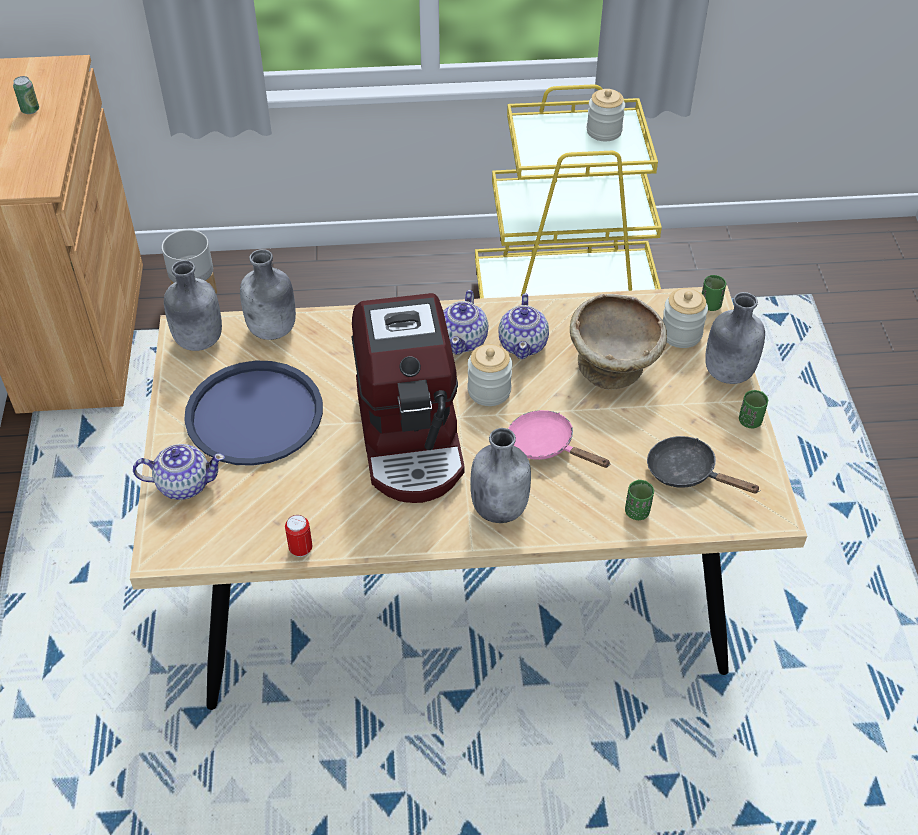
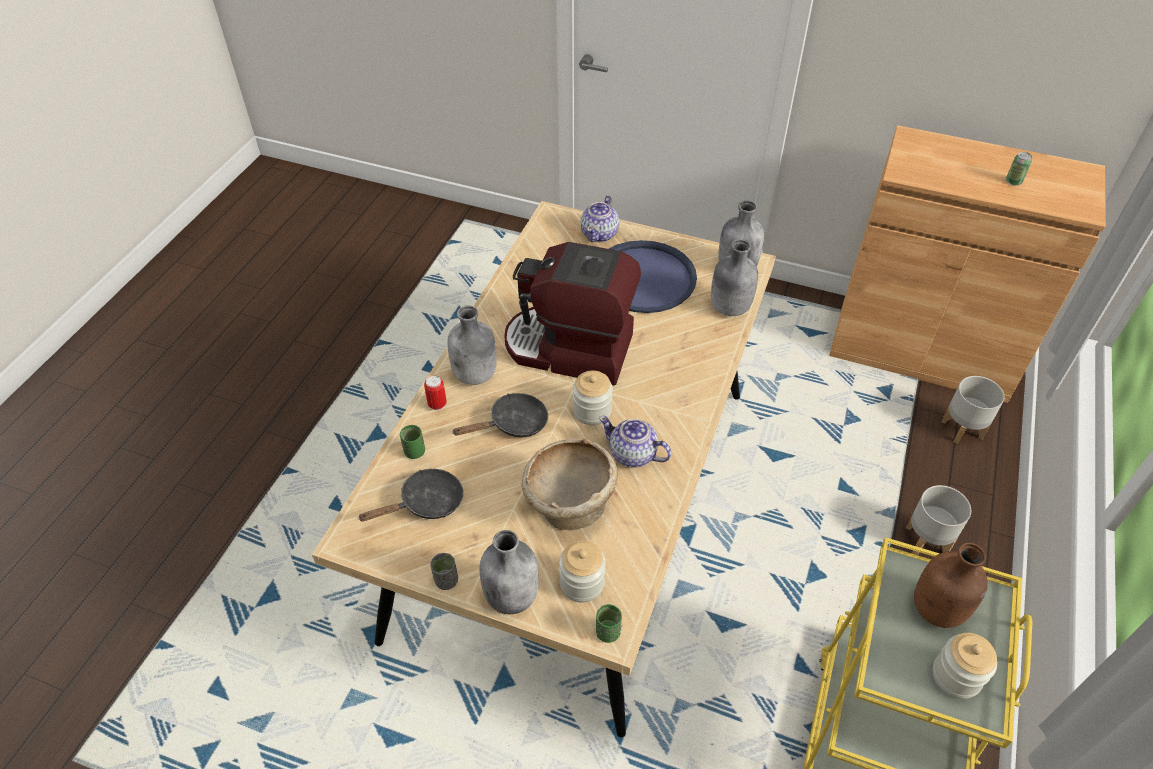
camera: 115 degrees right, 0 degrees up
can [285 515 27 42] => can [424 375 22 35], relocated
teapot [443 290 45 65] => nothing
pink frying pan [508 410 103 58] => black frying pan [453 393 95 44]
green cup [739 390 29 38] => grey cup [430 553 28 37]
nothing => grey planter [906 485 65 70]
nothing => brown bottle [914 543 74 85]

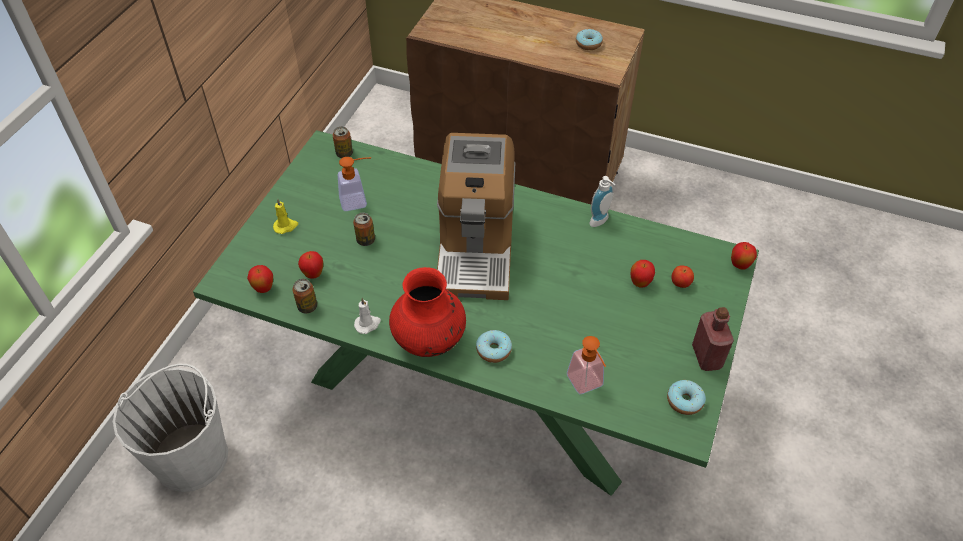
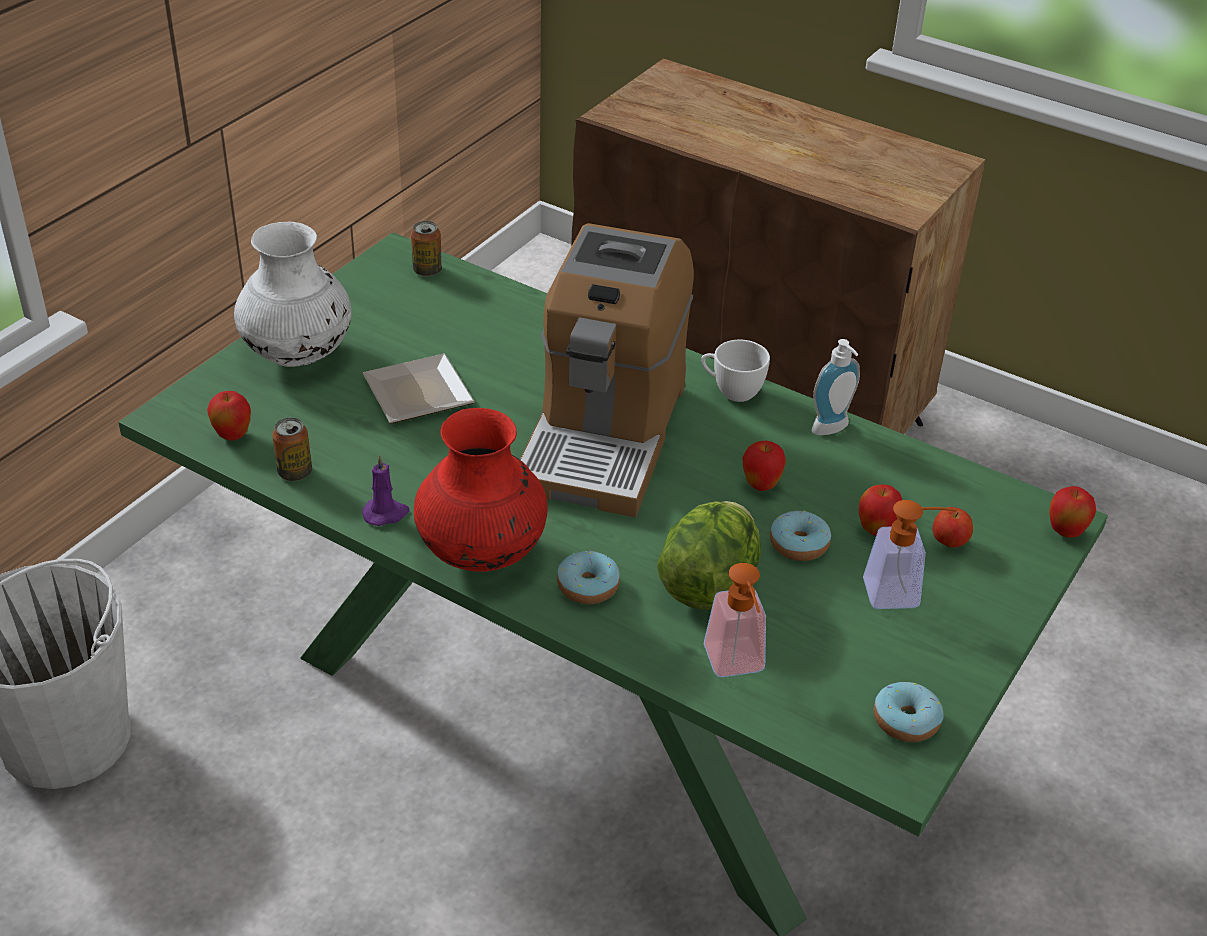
camera: 10 degrees right, 10 degrees down
yellow candle [273 199 25 35] => white vase [234 222 117 145]
apple [298 251 25 28] => apple [742 441 44 50], relocated
soap dispenser [338 157 33 54] => soap dispenser [863 500 95 109], relocated
can [353 213 22 33] => plate [363 353 112 70]
white candle [354 298 27 36] => purple candle [362 455 48 71]
donut [576 29 27 21] => donut [770 510 61 51], relocated
red bottle [692 307 42 64] => nothing
nothing => lettuce [657 501 104 109]
nothing => white cup [701 340 69 62]

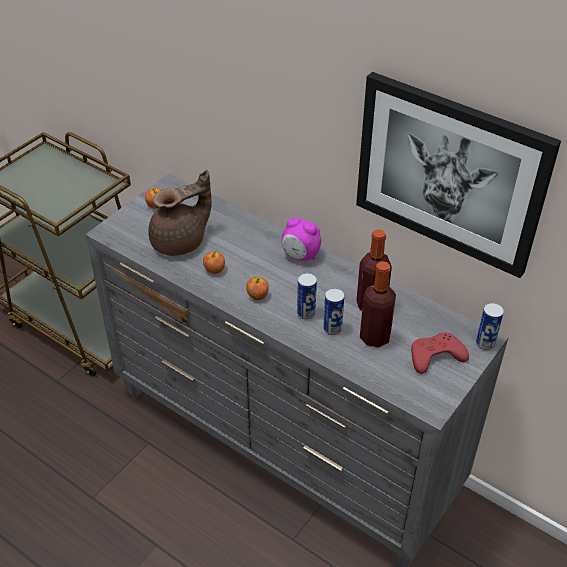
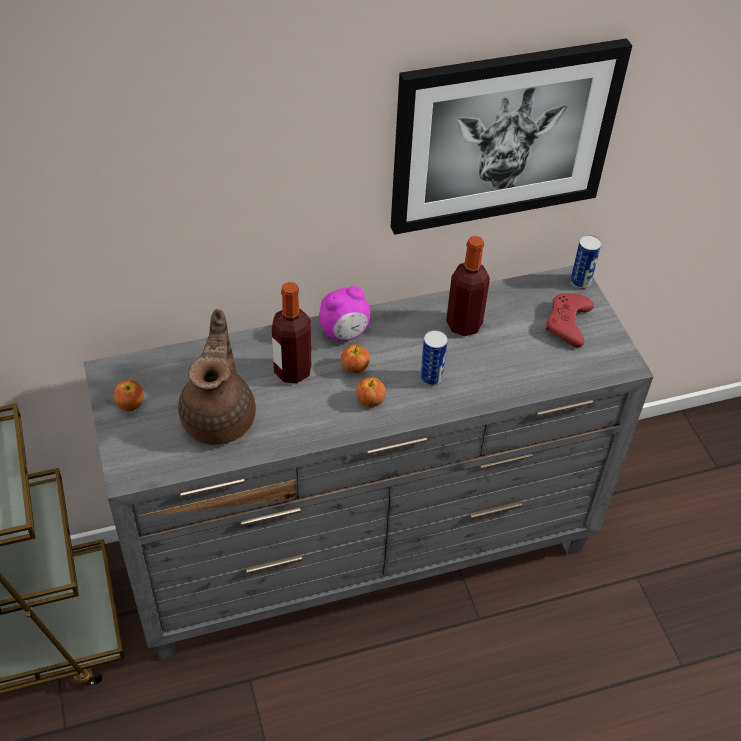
camera: 55 degrees left, 5 degrees up
apple [203 251 22 23] => apple [341 344 29 30], relocated
can [323 288 21 47] => nothing
bottle [360 261 36 87] => bottle [272 282 39 101], relocated

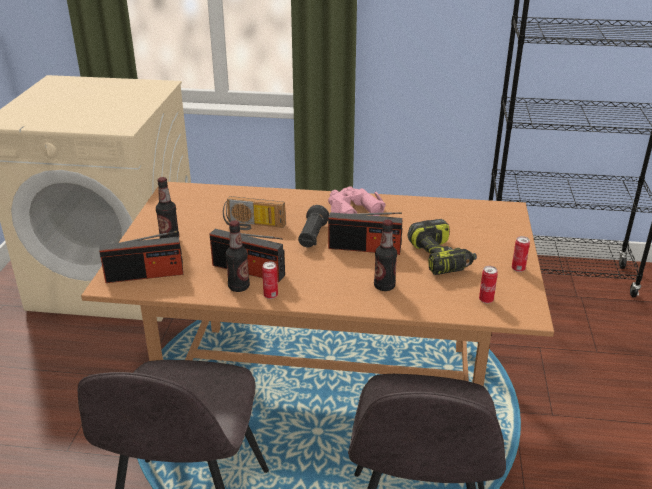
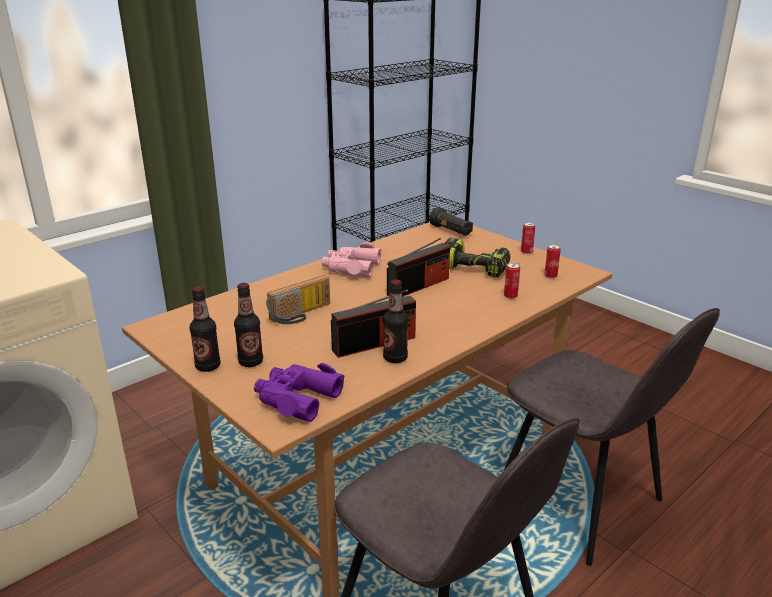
camera: 50 degrees left, 5 degrees down
radio [99 231 84 52] => purple binoculars [254 363 90 59]
can [262 262 16 37] => can [504 262 16 37], relocated
black flashlight [298 205 31 42] => black flashlight [429 207 44 29], relocated
bottle [374 220 23 71] => bottle [189 287 32 85], relocated

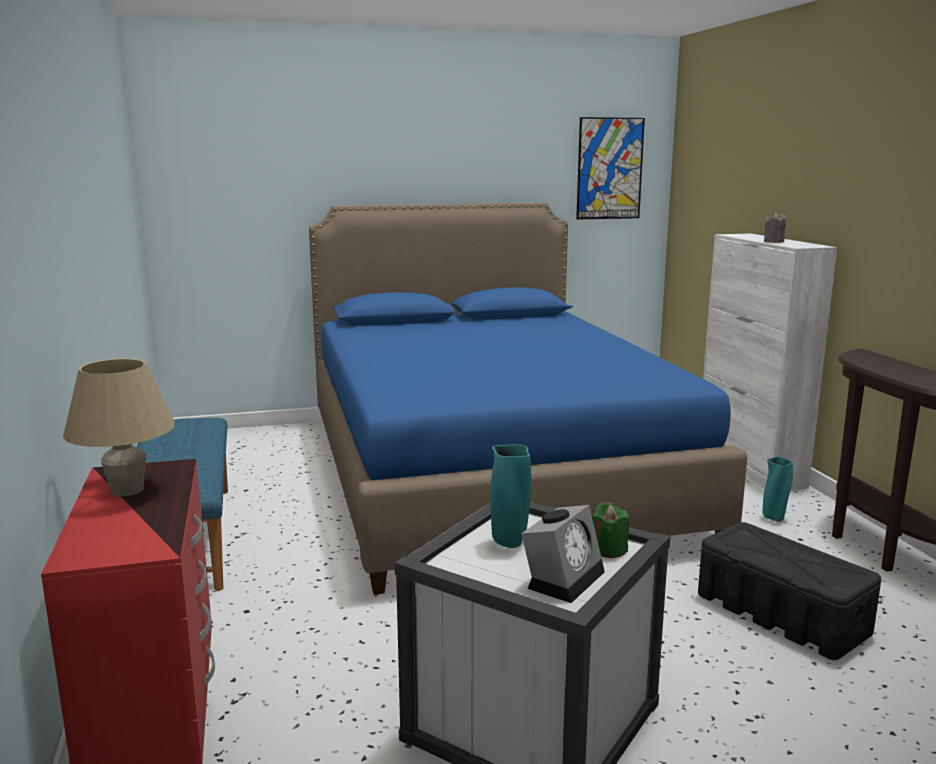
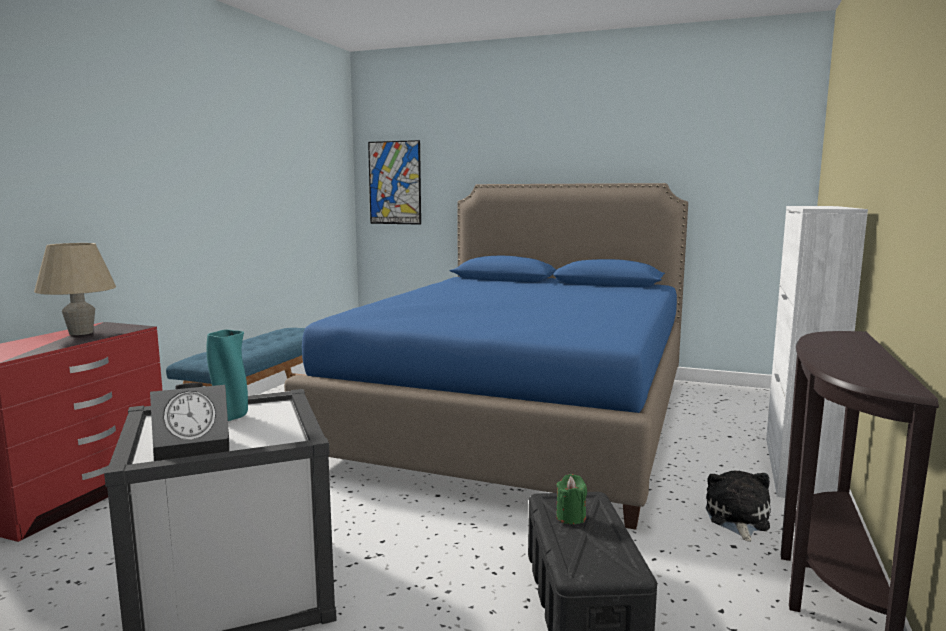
camera: 35 degrees right, 5 degrees down
picture [576 117 69 103] => picture [368 140 53 85], relocated
green candle [592 502 37 56] => green candle [556 474 31 50], relocated
turquoise vase [763 457 30 65] => plush toy [706 471 65 71]
grey candle [764 213 22 30] => nothing

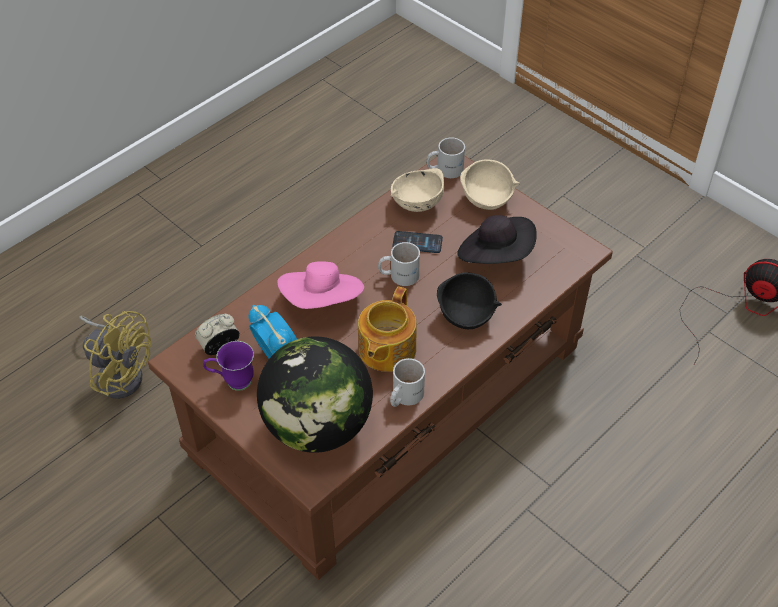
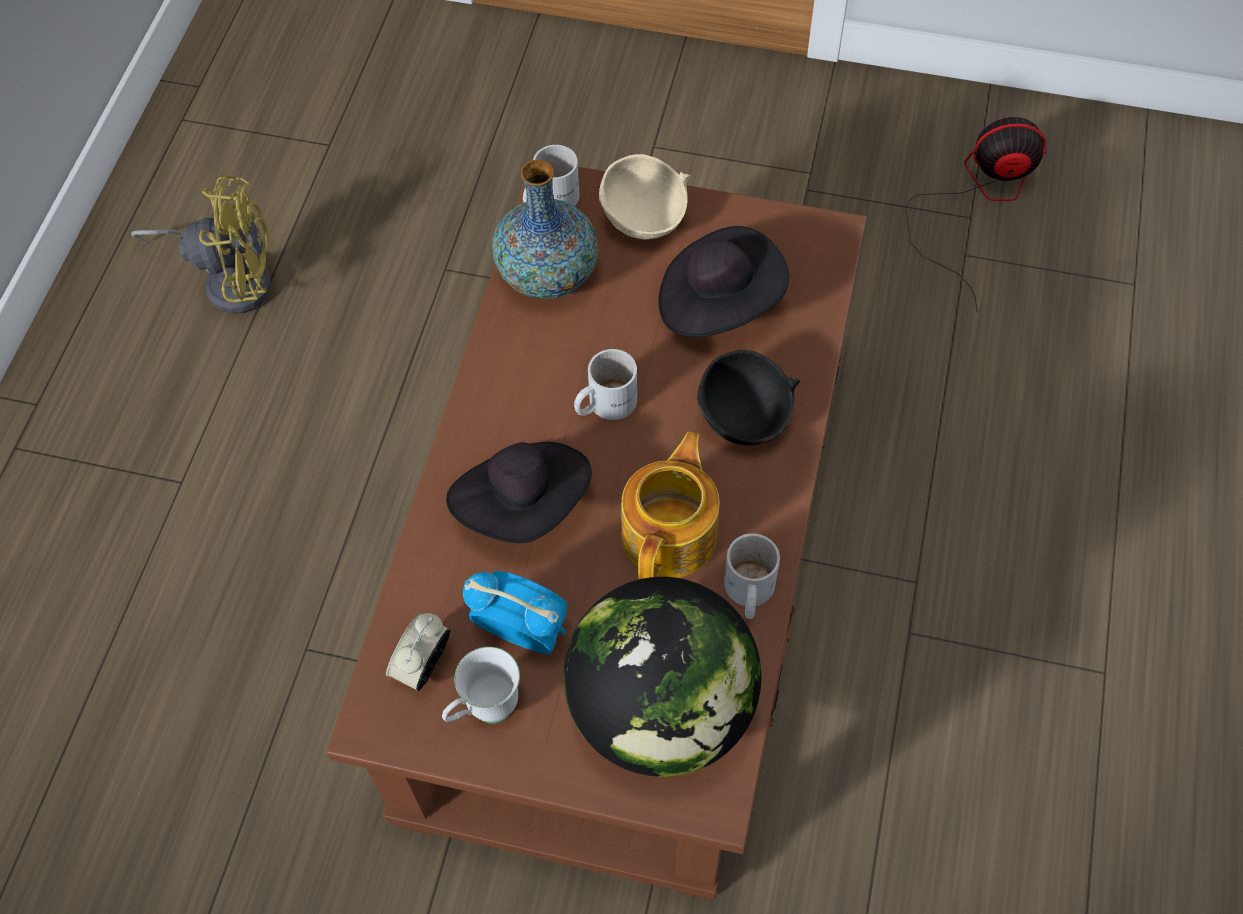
camera: 30 degrees left, 10 degrees up
yellow fan [79 311 72 88] => yellow fan [131 175 141 139], relocated
purple mug [203 341 51 50] => white mug [442 647 78 77]
pink hat [277 261 87 48] => black hat [446 442 146 101]
teapot [358 286 59 86] => teapot [621 432 99 147], 150 degrees counterclockwise
beige bowl [391 168 53 44] => vase [492 159 107 140]
phone [393 231 50 22] => nothing

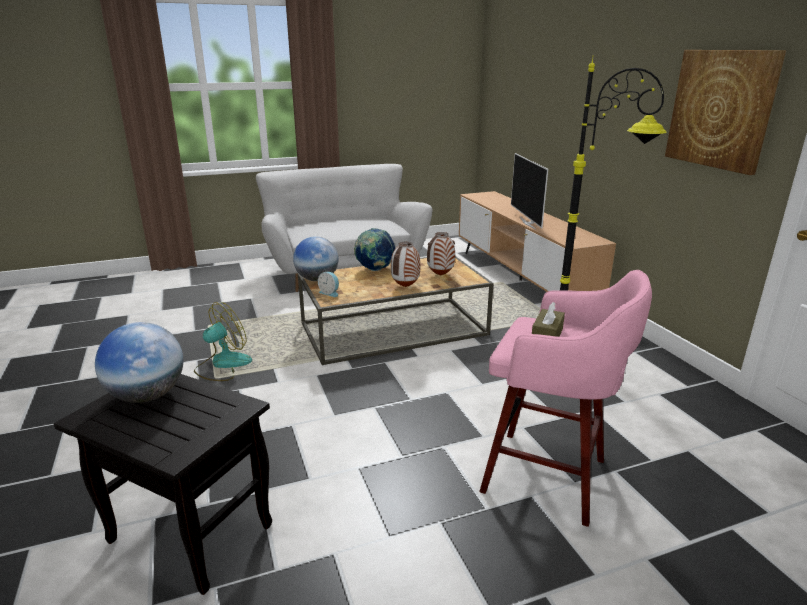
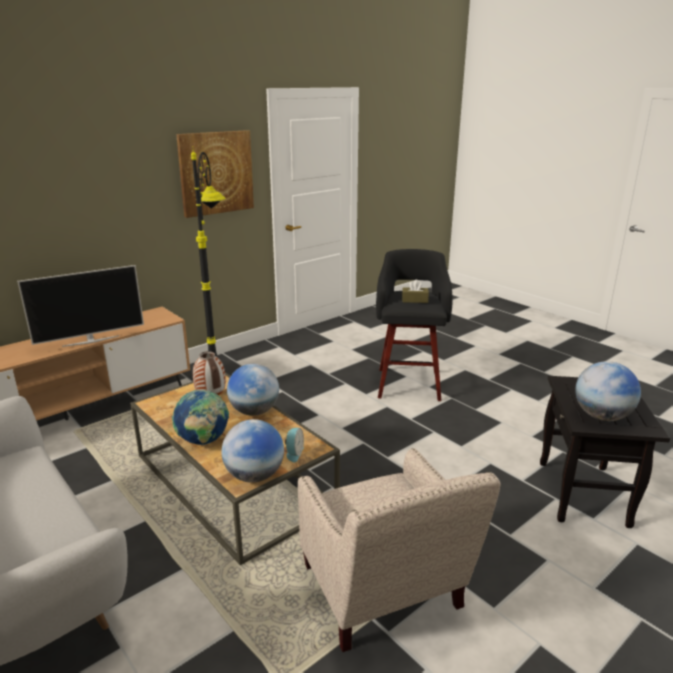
camera: 110 degrees left, 0 degrees up
fan [194 302 58 79] => beige armchair [298 448 202 204]
vase [391 241 29 46] => globe [227 364 52 52]
pink stool [479 270 173 257] => black stool [376 249 77 152]

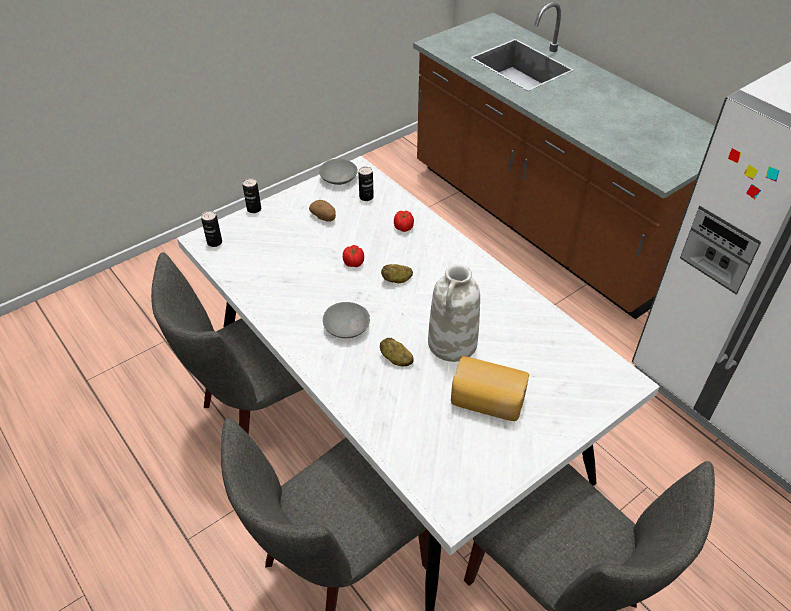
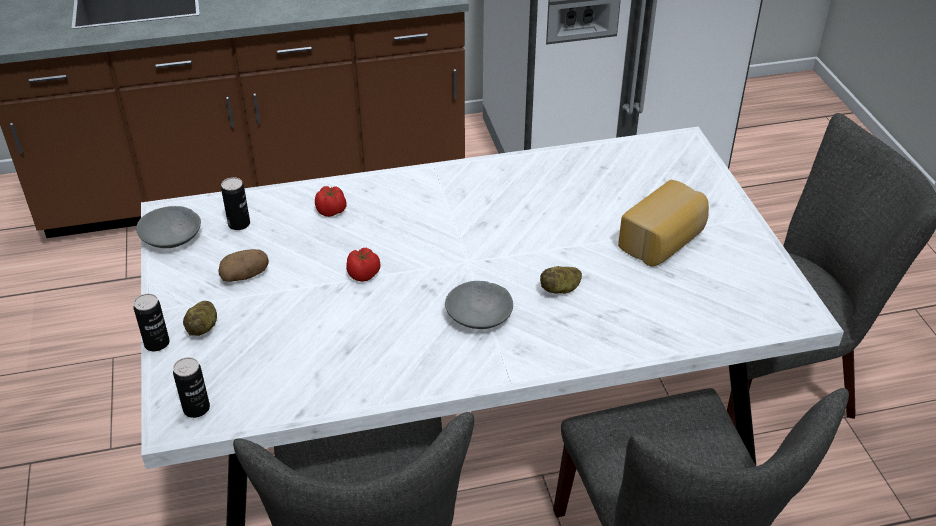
camera: 65 degrees left, 5 degrees down
potato [381 264 32 19] => potato [183 301 34 35], relocated
white vase [428 264 52 98] => nothing

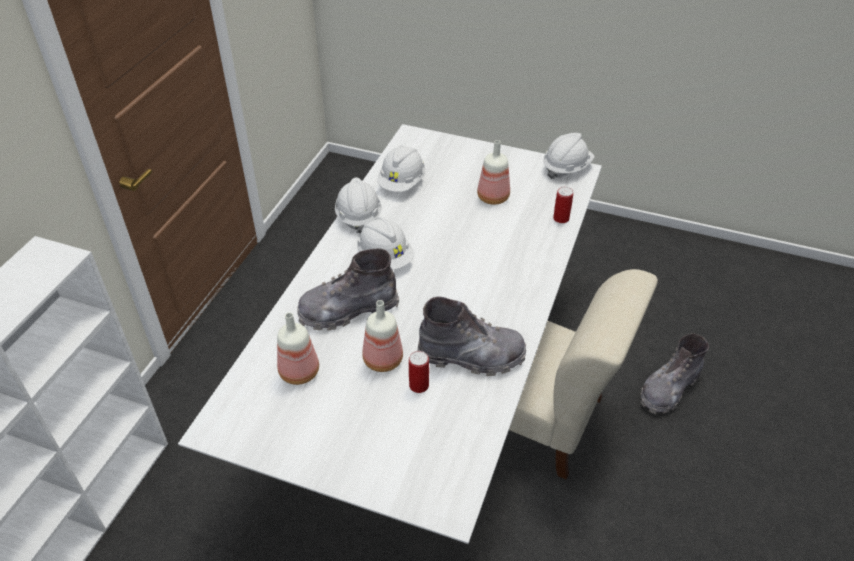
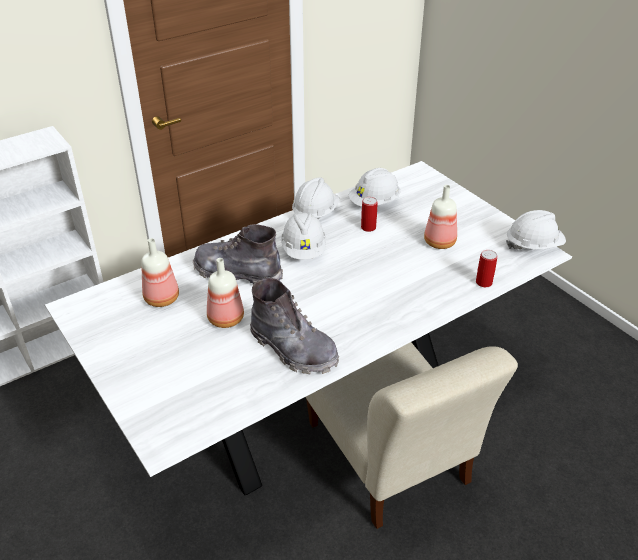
camera: 35 degrees right, 5 degrees down
can [409 351 20 42] => can [361 197 16 35], relocated
grey boot [641 333 68 81] => nothing

